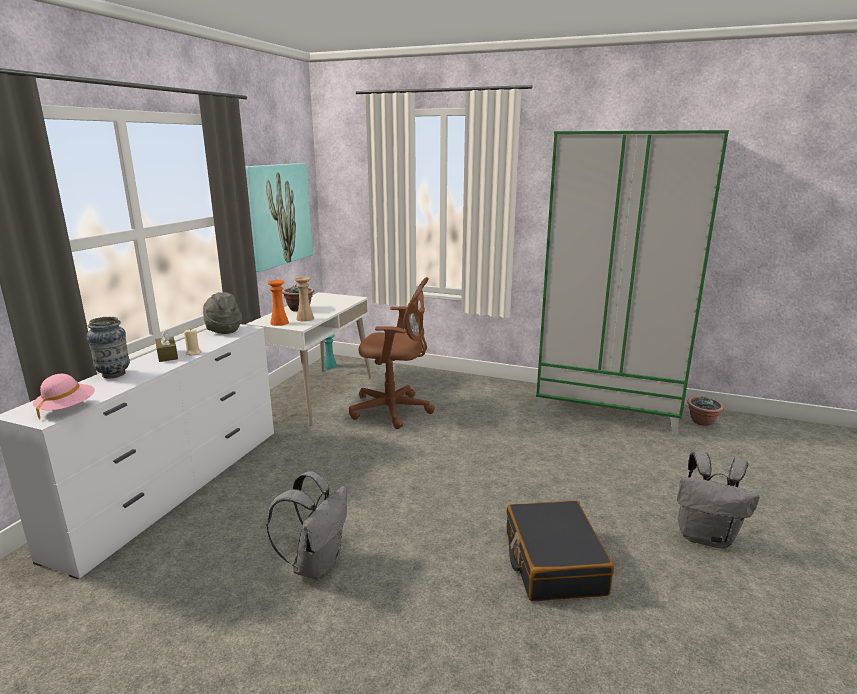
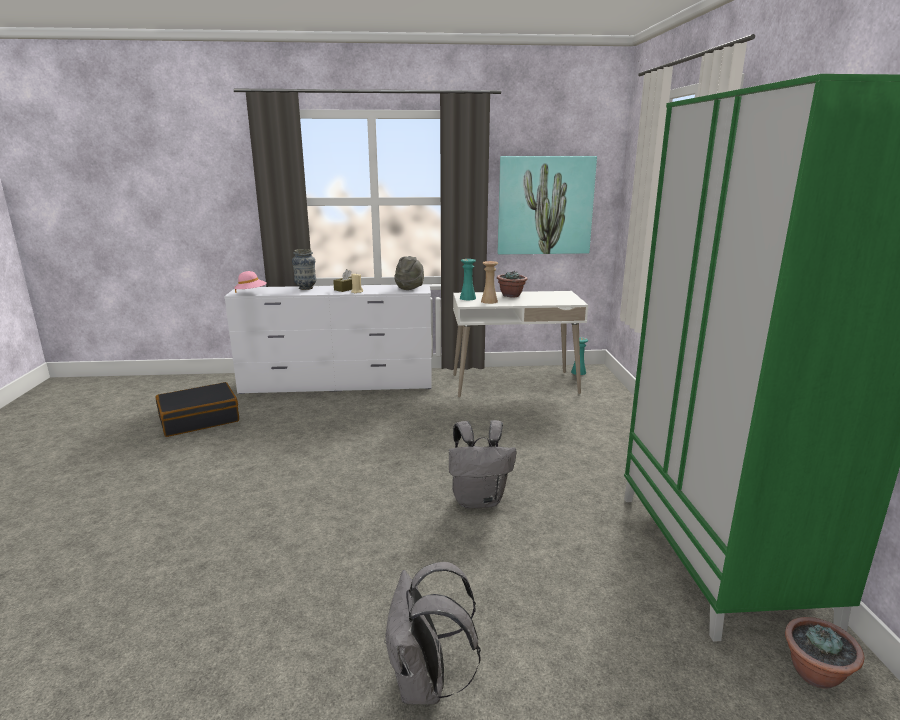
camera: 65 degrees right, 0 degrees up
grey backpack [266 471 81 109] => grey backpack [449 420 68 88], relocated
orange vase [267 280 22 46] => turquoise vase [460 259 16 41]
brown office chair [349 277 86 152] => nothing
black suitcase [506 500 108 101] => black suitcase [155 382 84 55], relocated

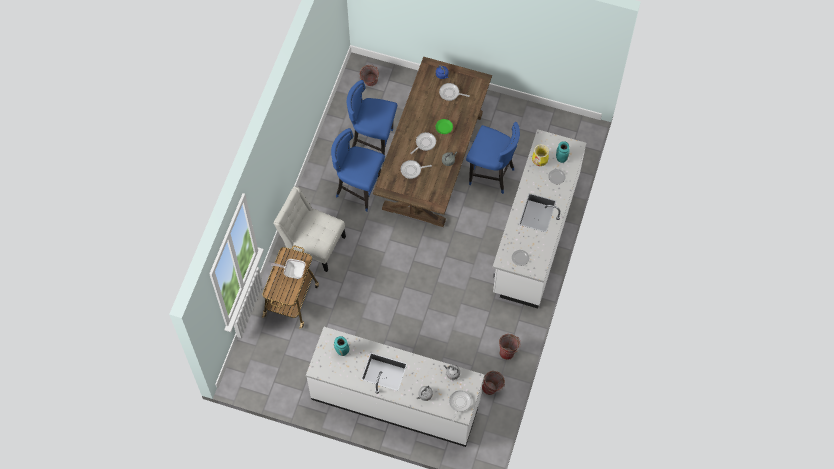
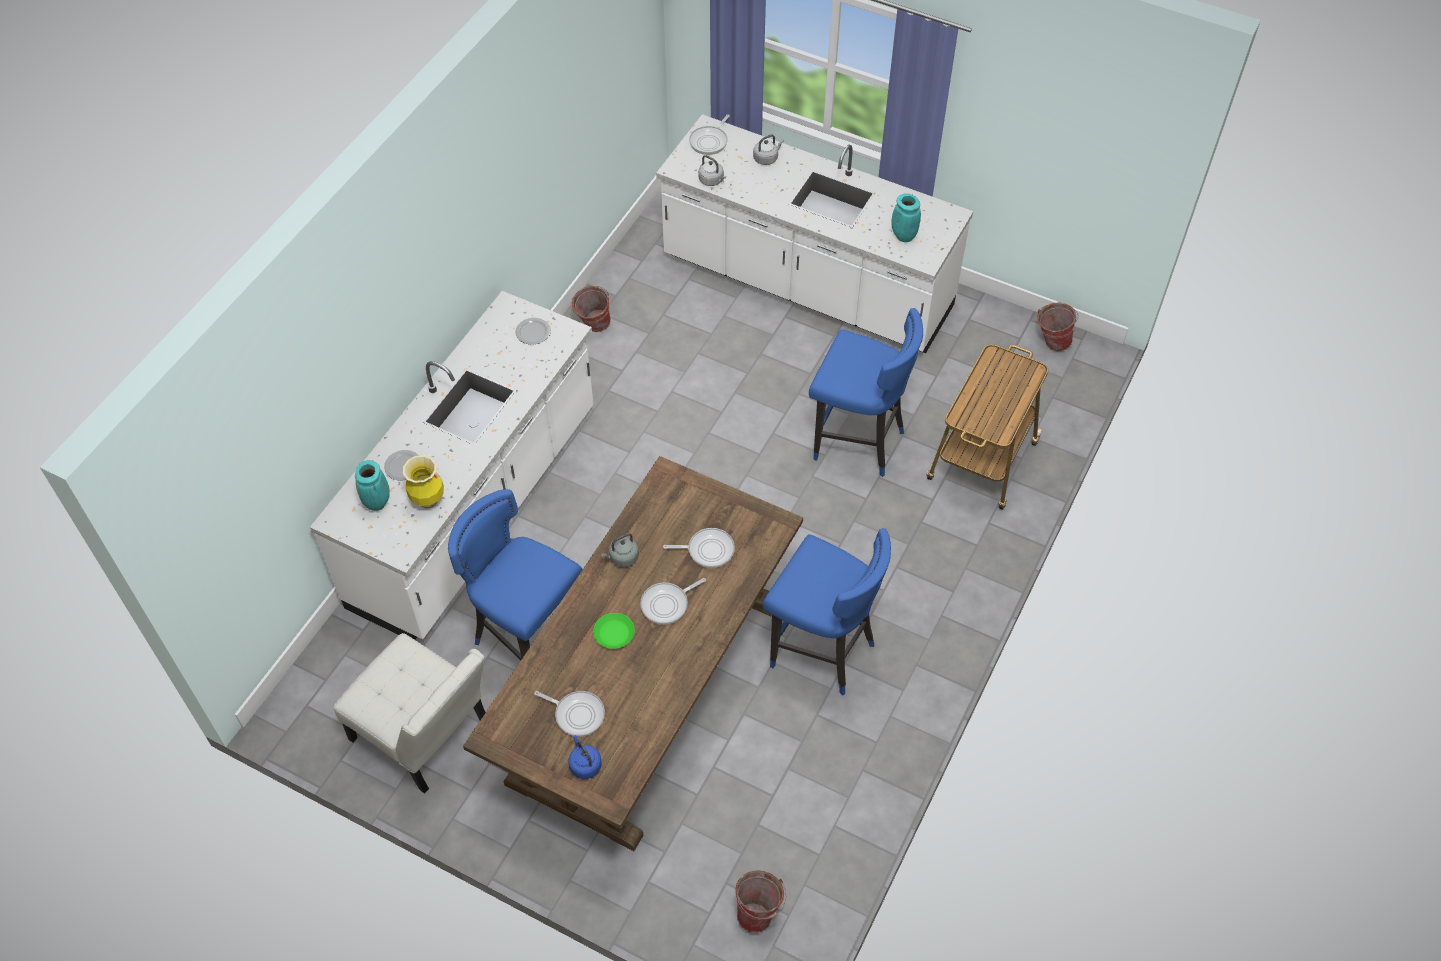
camera: 170 degrees left, 10 degrees down
frying pan [271 259 35 20] => nothing
white chair [273 187 73 85] => white chair [334 633 152 160], relocated
blue stool [346 80 51 82] => blue stool [809 308 114 169], relocated
bucket [482 371 23 24] => bucket [1037 303 41 48], relocated

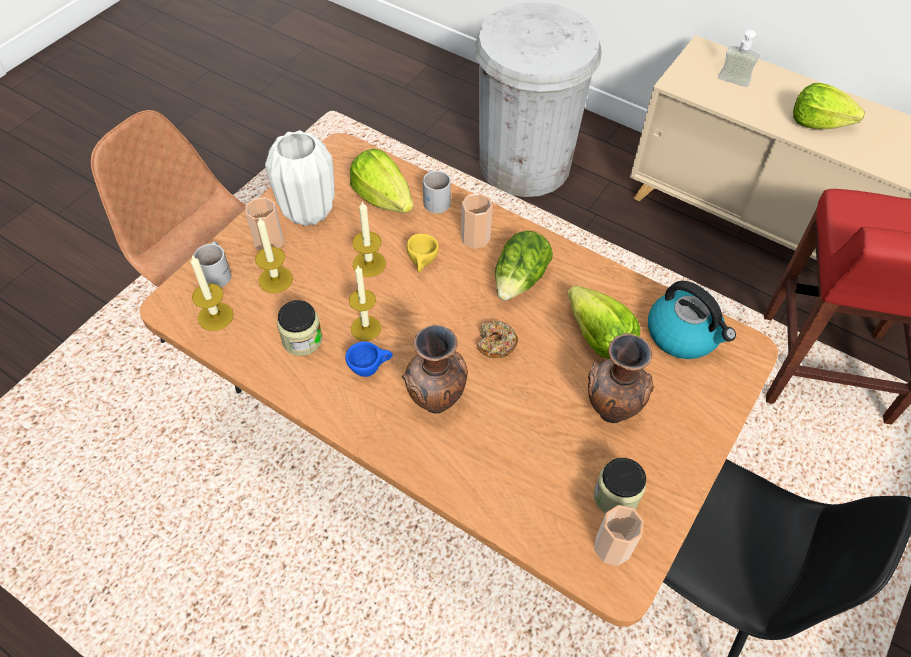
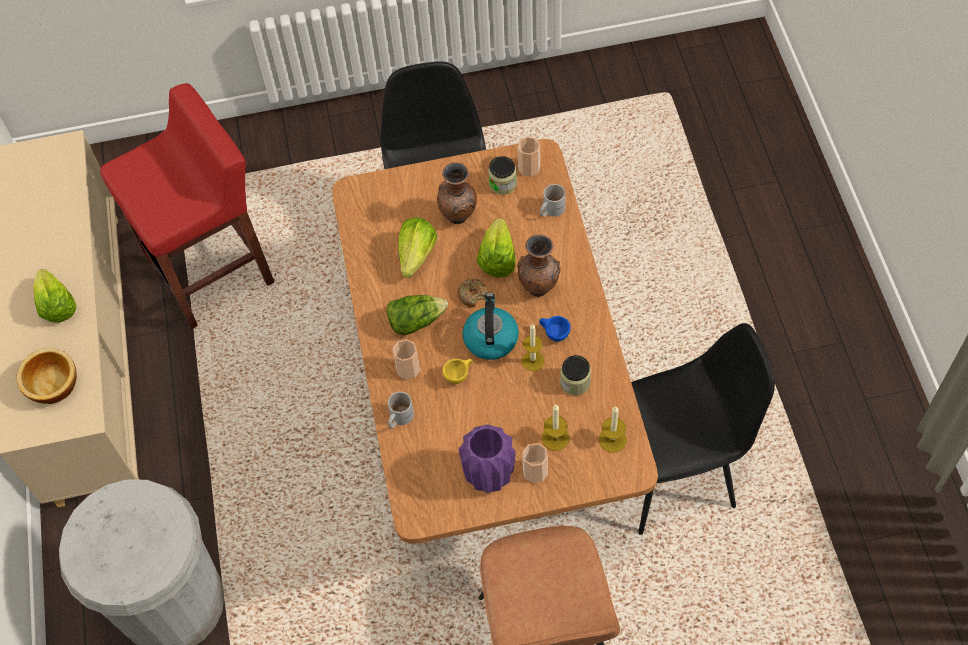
camera: 130 degrees left, 5 degrees up
white mug [194 241 37 46] => white mug [540 184 25 33], relocated
white vase [265 130 70 96] => purple vase [459 424 56 69]
lettuce [350 149 63 64] => lettuce [477 218 39 60], relocated
candle [352 200 34 77] => nothing
kettle [648 281 88 78] => kettle [462 293 57 67], relocated
soap dispenser [718 30 42 57] => bowl [16 348 61 56]
nothing => black chair [631 323 144 212]

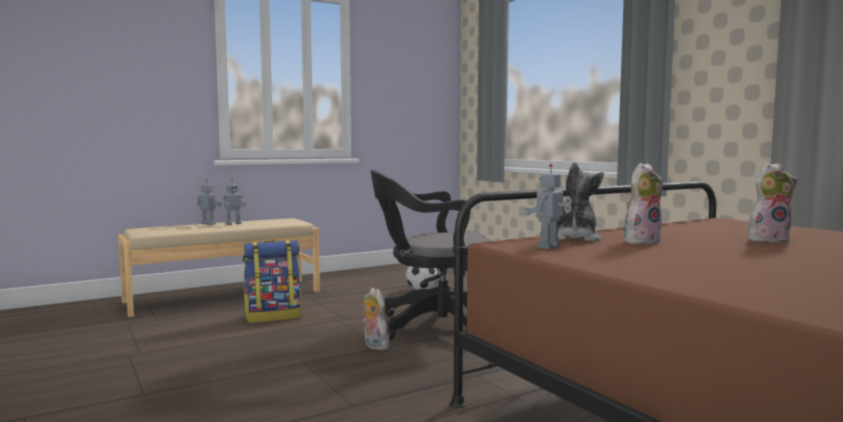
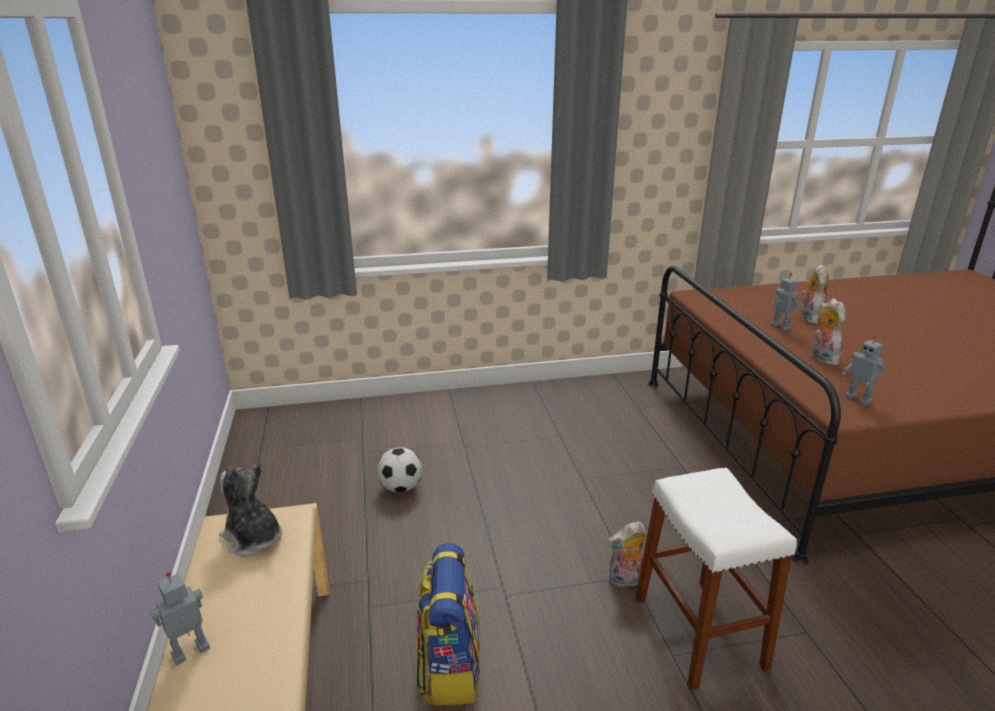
camera: 70 degrees left, 20 degrees up
toy robot [223 180 23 45] => toy robot [771 273 33 58], relocated
black office chair [370 170 120 170] => nothing
plush toy [557 162 47 79] => plush toy [219 461 63 96], relocated
nothing => white stool [635 468 162 222]

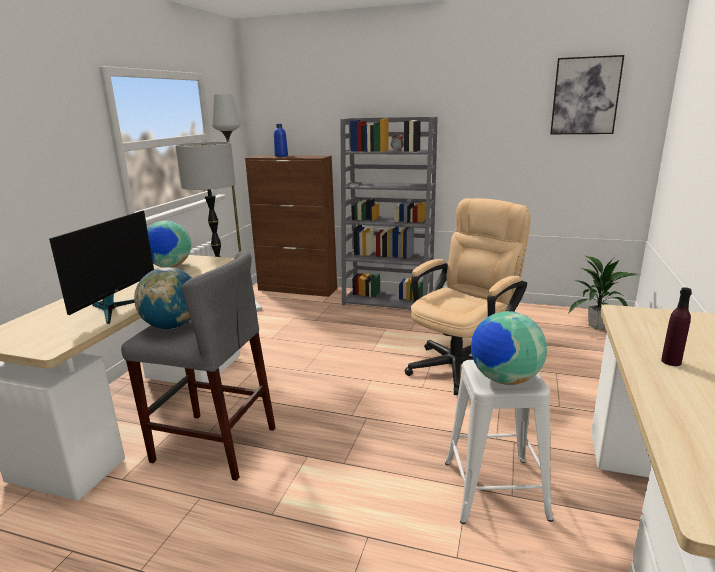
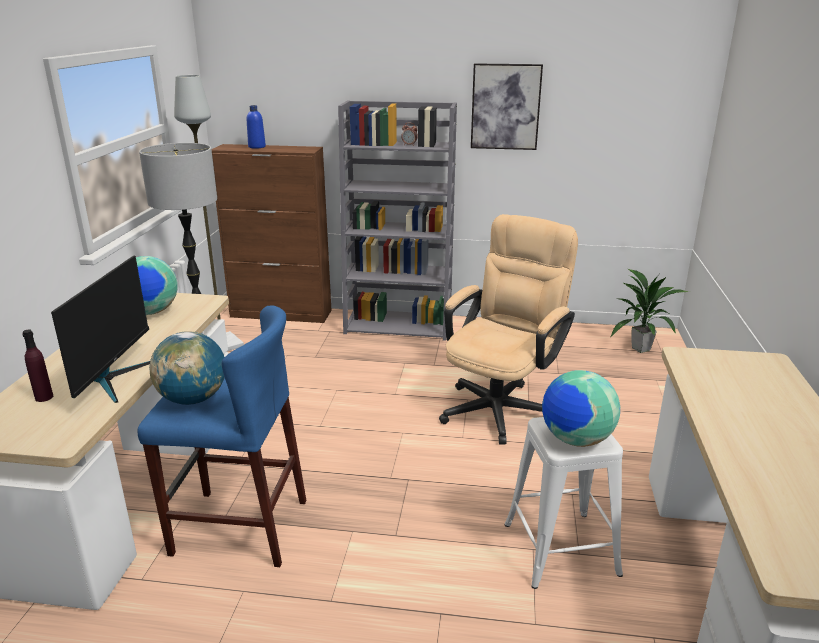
camera: 10 degrees left, 5 degrees up
grey stool [121 251 155 230] => blue stool [138 305 168 262]
picture [550 55 74 79] => picture [471 63 72 87], relocated
purple bottle [661 287 31 79] => purple bottle [22 330 31 72], relocated

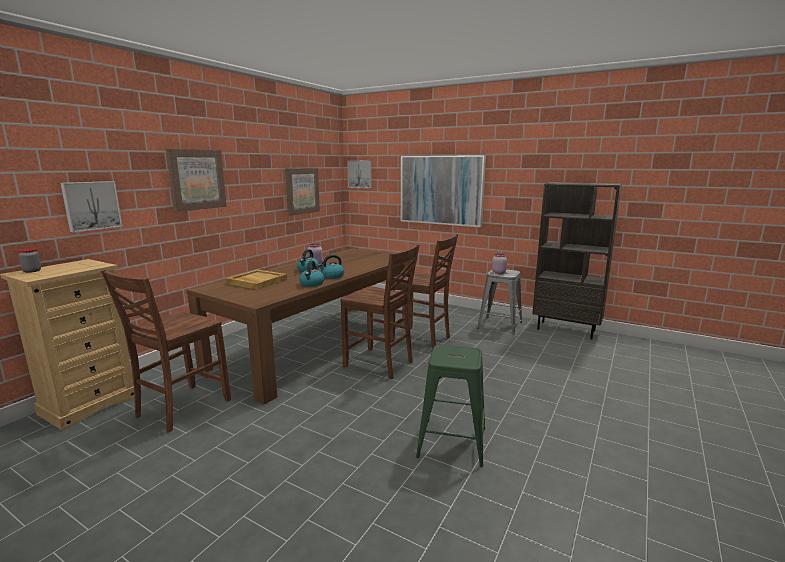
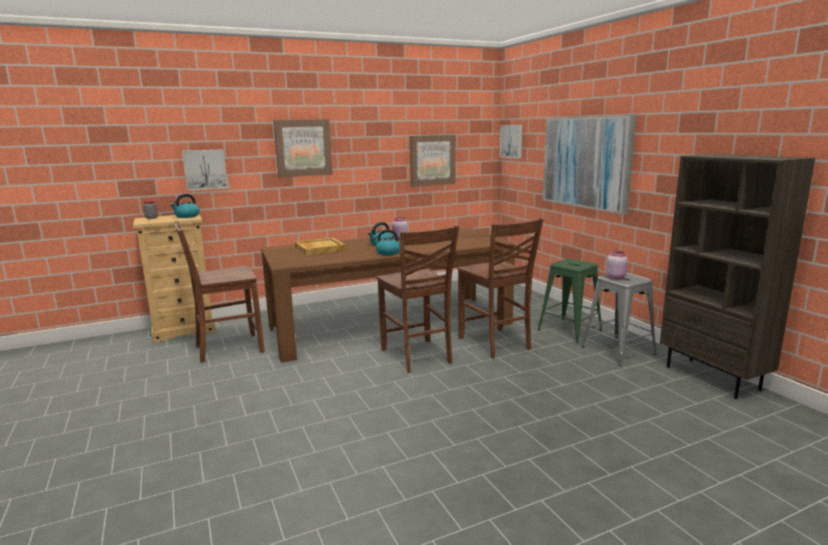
camera: 35 degrees right, 0 degrees up
kettle [299 261 25 26] => kettle [171 194 29 24], relocated
green stool [416 345 69 122] => green stool [538 259 64 84], relocated

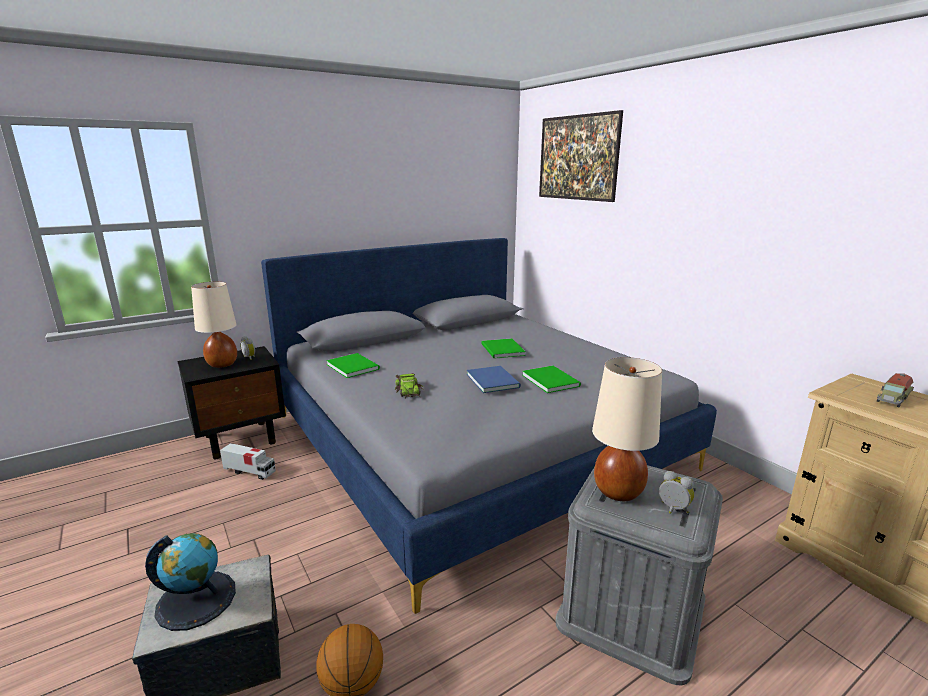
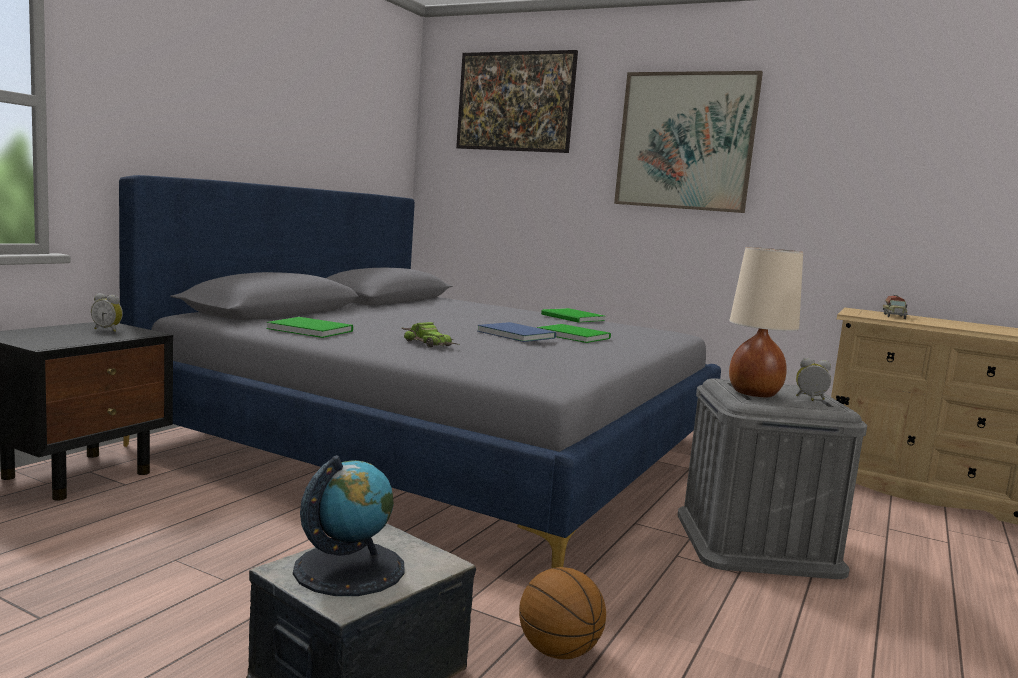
camera: 30 degrees left, 10 degrees down
beige table lamp [191 282 46 86] => nothing
toy truck [220 443 56 37] => nothing
green book [482 338 44 21] => green book [541 308 64 15], relocated
nothing => picture [614 71 149 142]

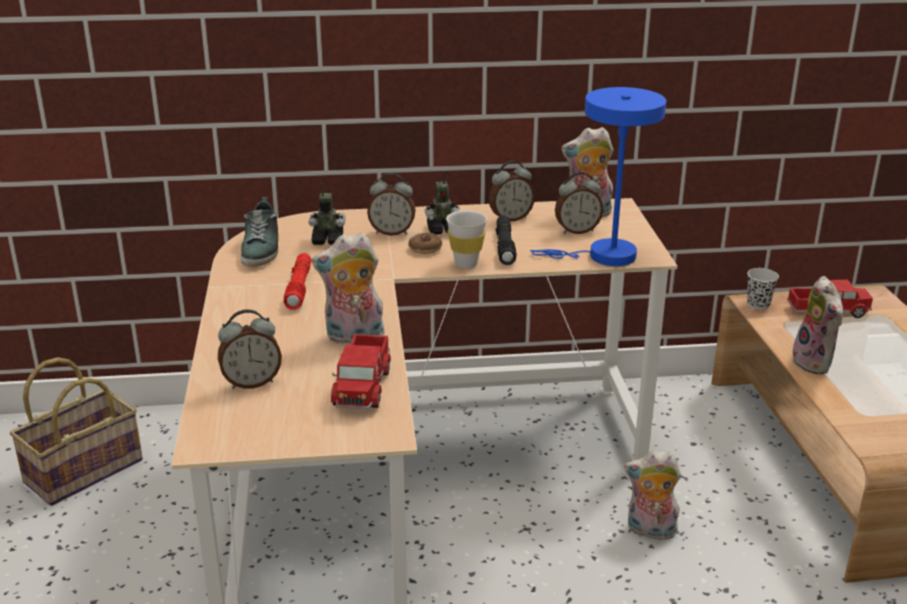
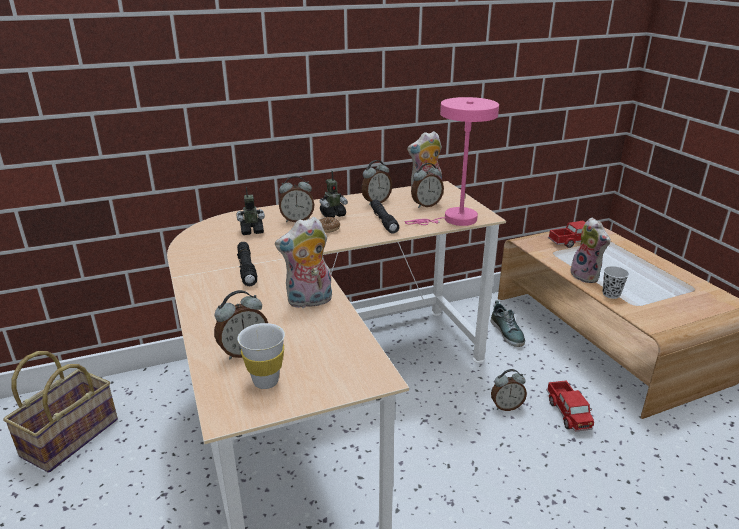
camera: 15 degrees left, 0 degrees up
shoe [241 197 37 70] => shoe [491 300 34 47], relocated
red flashlight [284 253 27 57] => black flashlight [237 242 20 44]
toy truck [331 334 60 75] => toy truck [546 380 48 52], relocated
white cup [446 211 41 57] => white cup [237 323 48 66], relocated
blue table lamp [530 87 136 179] => pink table lamp [404 97 95 129]
plush toy [624 451 57 89] => alarm clock [491 369 36 42]
black cup [747 268 32 42] => black cup [603 266 26 33], relocated

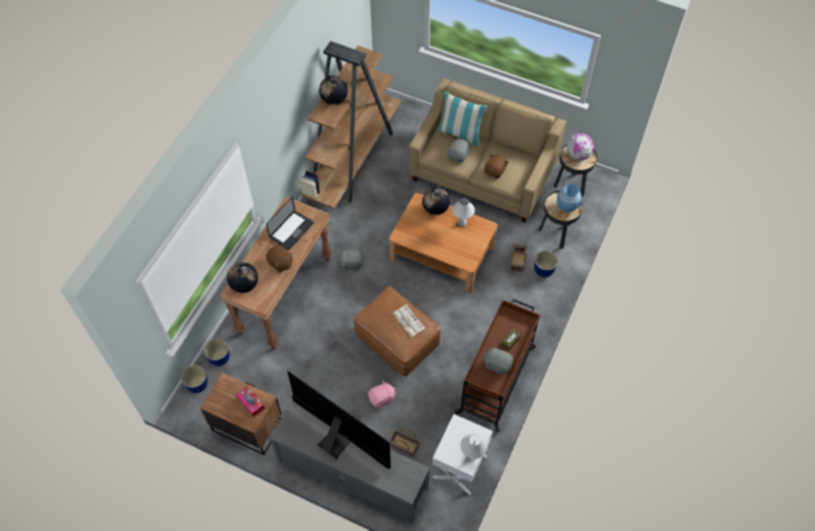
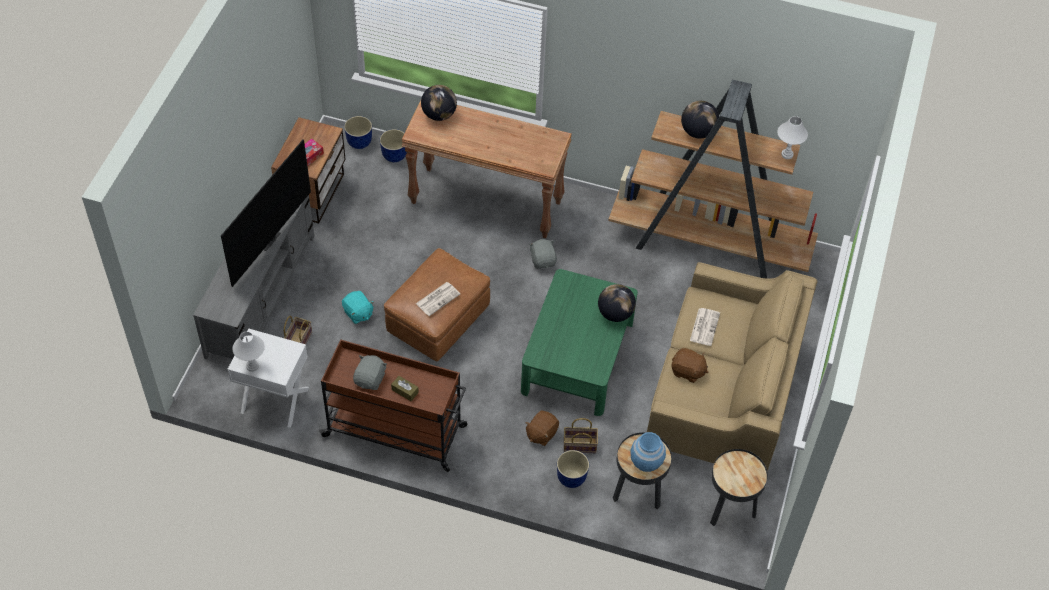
camera: 80 degrees right, 5 degrees down
laptop [266 197 48 53] => nothing
brown plush toy [266 245 27 28] => brown plush toy [525 411 34 35], relocated
pink plush toy [368 380 28 28] => turquoise plush toy [342 291 32 33]
brown coffee table [389 193 108 100] => green coffee table [521 269 117 147]
pillow [438 91 49 56] => nothing
grey plush toy [448 138 23 25] => newspaper [690 308 30 38]
white table lamp [452 198 23 29] => white table lamp [777 116 31 43], relocated
globe [567 133 27 28] => nothing

